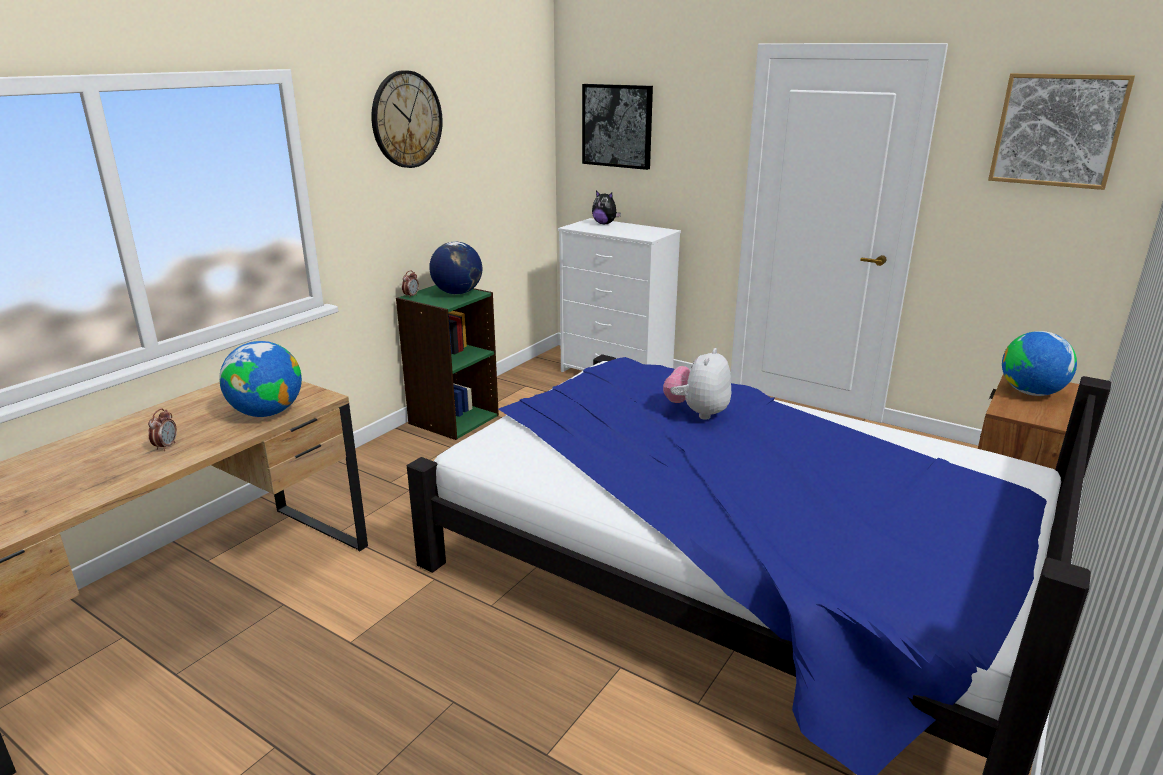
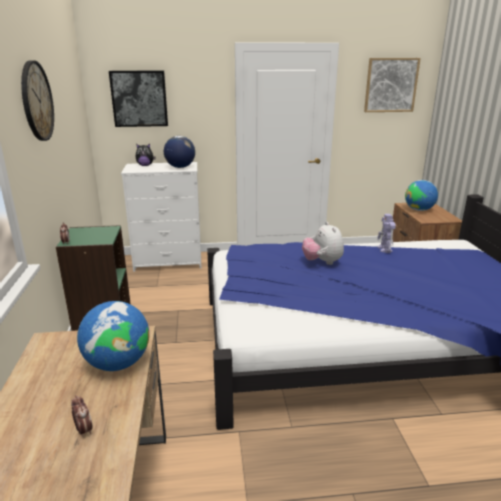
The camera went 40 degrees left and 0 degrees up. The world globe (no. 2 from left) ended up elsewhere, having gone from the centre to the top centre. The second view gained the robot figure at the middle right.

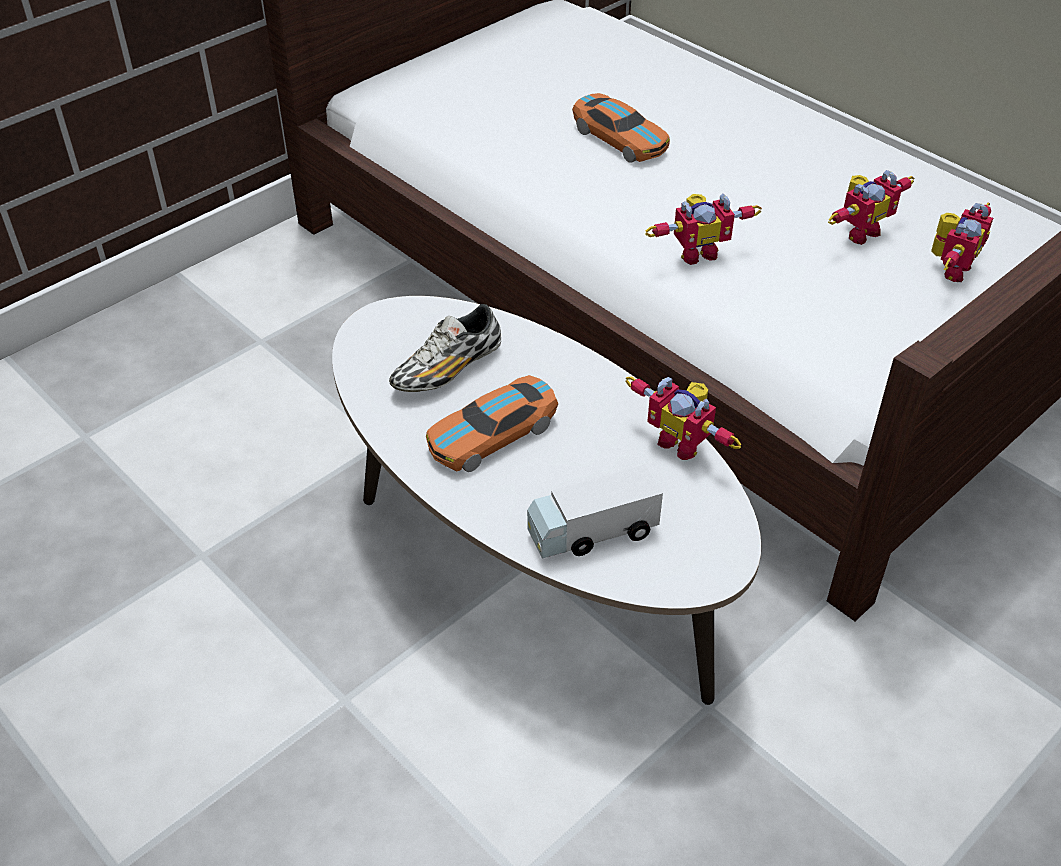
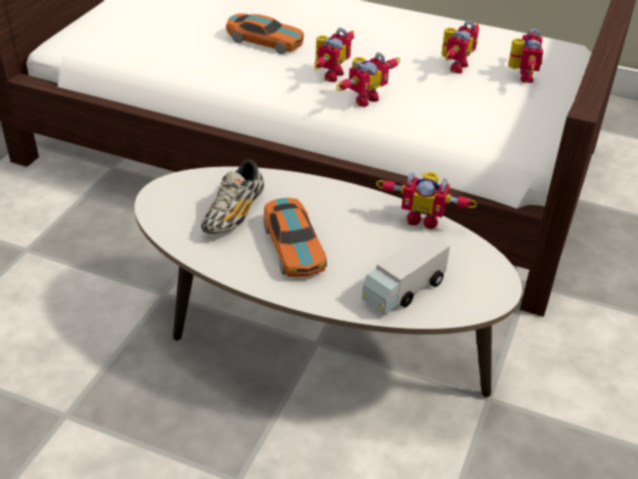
The camera went 25 degrees left and 5 degrees down. The miniature car (no. 1 from left in the first image) at the centre ended up facing another way, 45 degrees counterclockwise from before. The second view gained the robot figure (no. 1 from left) at the top centre.

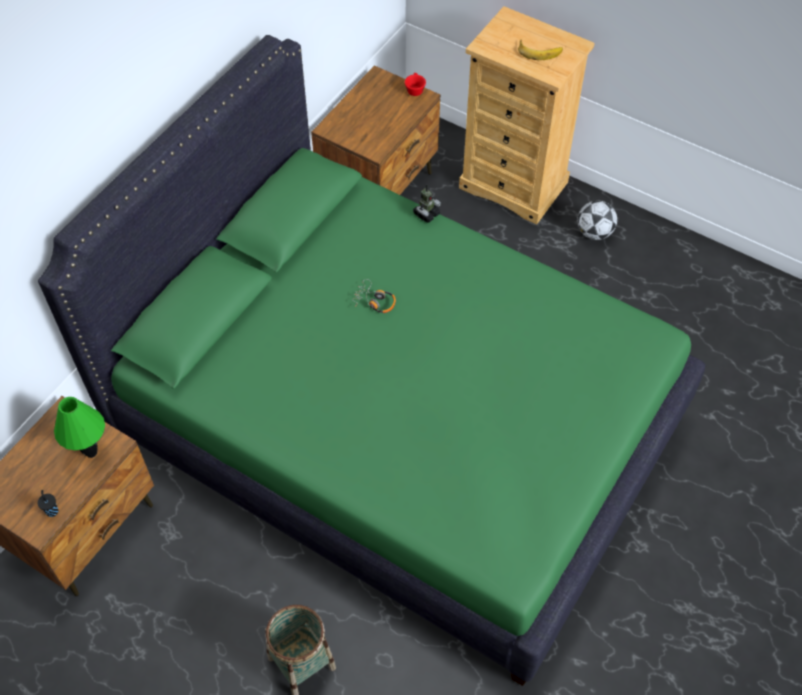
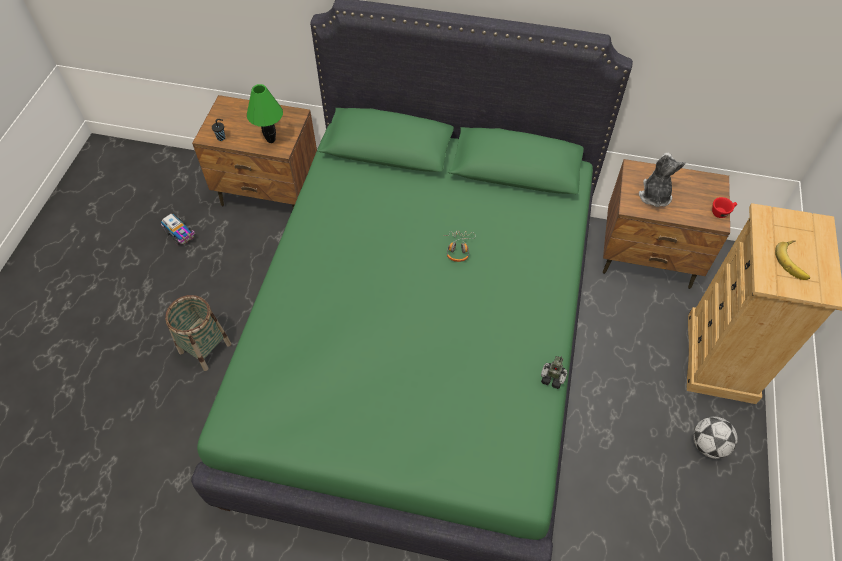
The camera went 70 degrees right and 0 degrees up. The robot figure ended up elsewhere, having gone from the top centre to the centre. The second view gained the soft toy at the top right. The second view gained the toy lorry at the middle left.

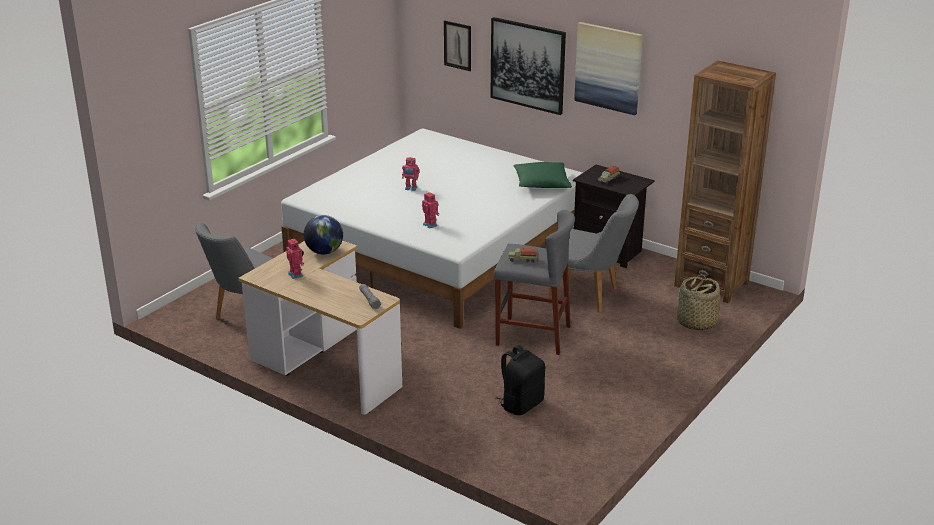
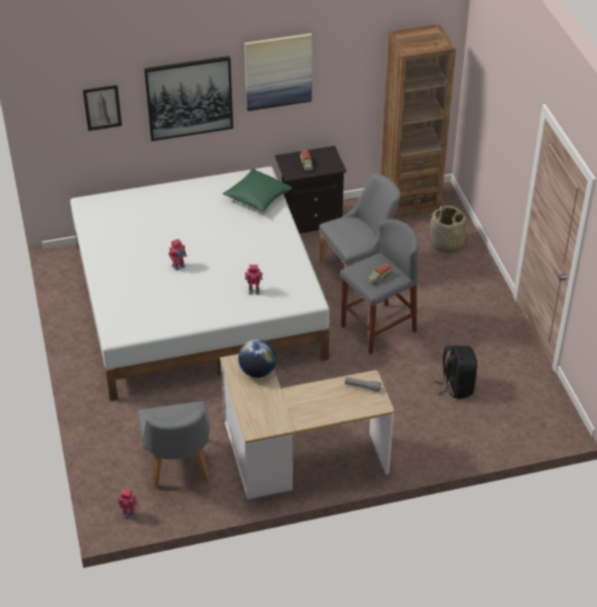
The camera went 50 degrees left and 15 degrees up. The robot figure (no. 1 from left) ended up elsewhere, having gone from the middle left to the bottom left.

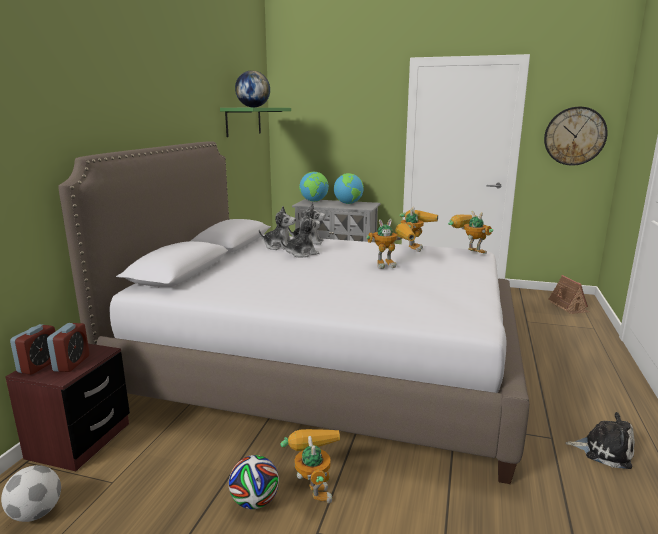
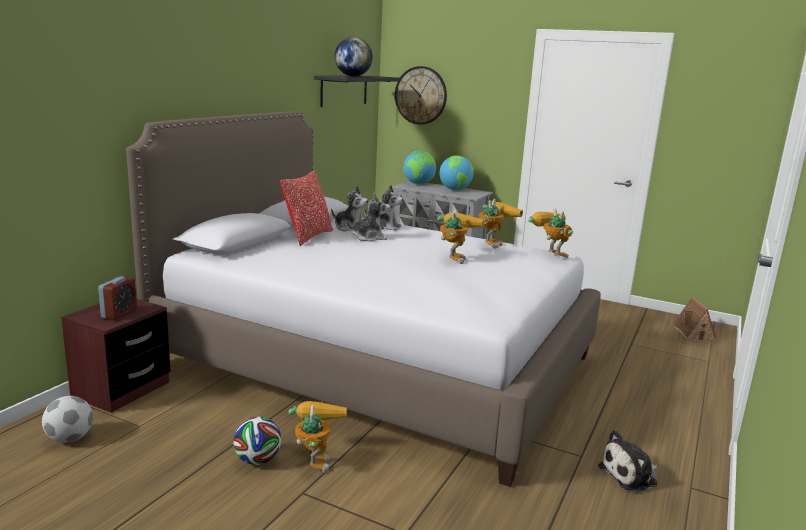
The camera went 10 degrees right and 0 degrees up. The clock on the wall ended up elsewhere, having gone from the top right to the top centre. What was the green wall shelf at the top centre turned into the blackish wall shelf at the top centre. The robot figure (no. 2 from left) at the centre ended up facing another way, 75 degrees counterclockwise from before. The second view lost the alarm clock (no. 1 from left) at the middle left. The soft toy (no. 4 from left) at the bottom right ended up facing another way, 120 degrees clockwise from before. The second view gained the pillow at the centre.

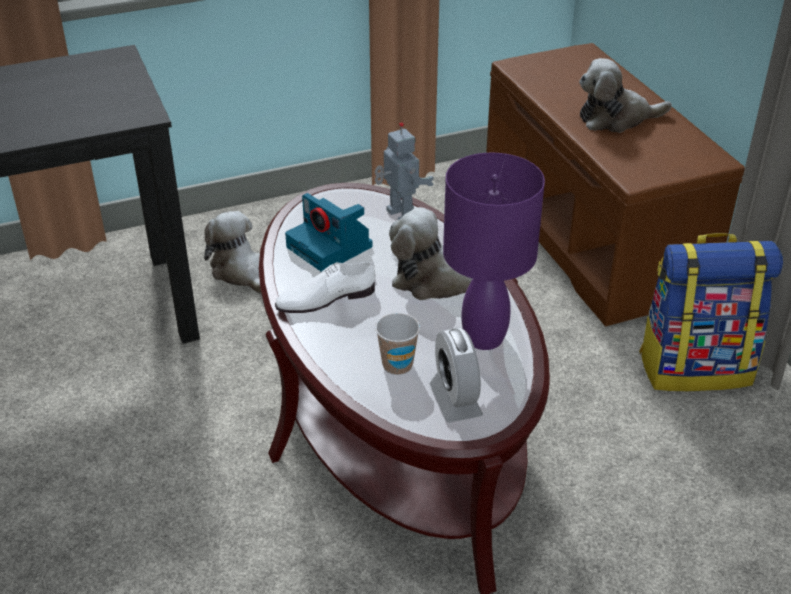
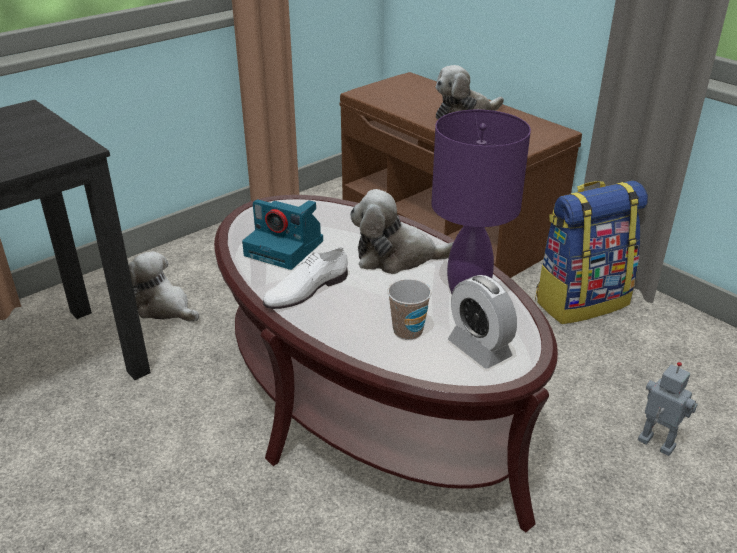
The camera went 20 degrees left and 5 degrees down. The robot figure ended up elsewhere, having gone from the top centre to the bottom right.

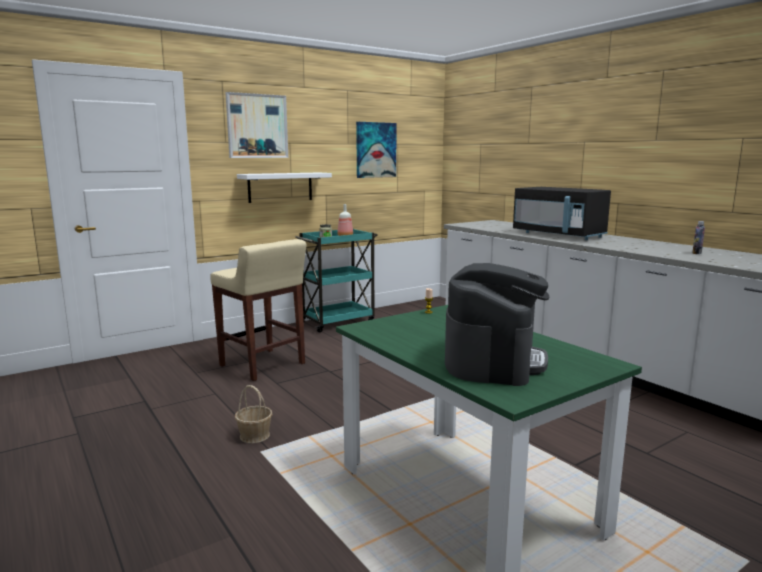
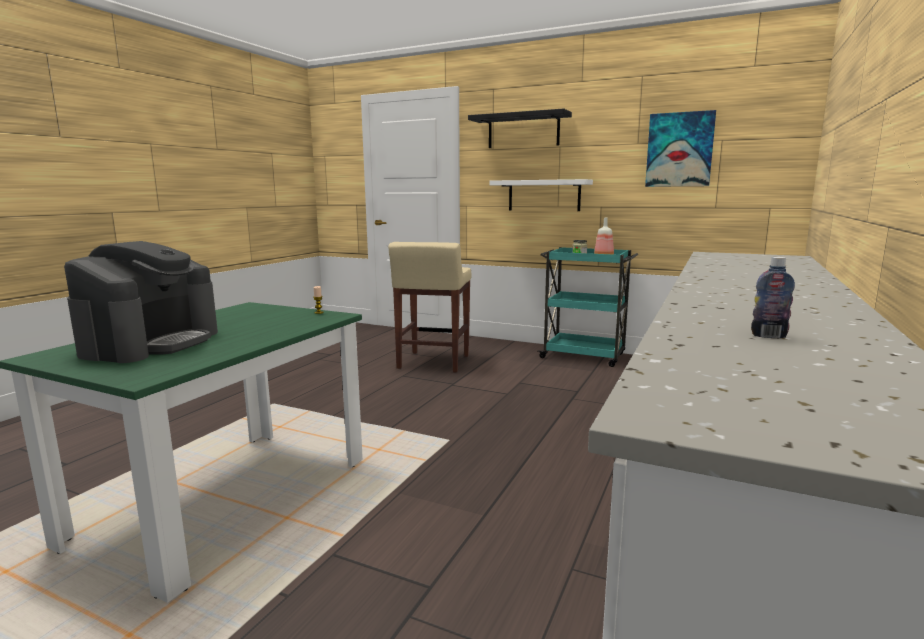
The camera went 60 degrees right and 0 degrees up. Where the wall art (no. 1 from left) hung at the top centre, the blackish wall shelf came to hang at the top centre. The second view lost the blackish microwave oven at the middle right. The coffee maker at the centre ended up facing another way, 60 degrees counterclockwise from before. The second view lost the household basket at the bottom left.

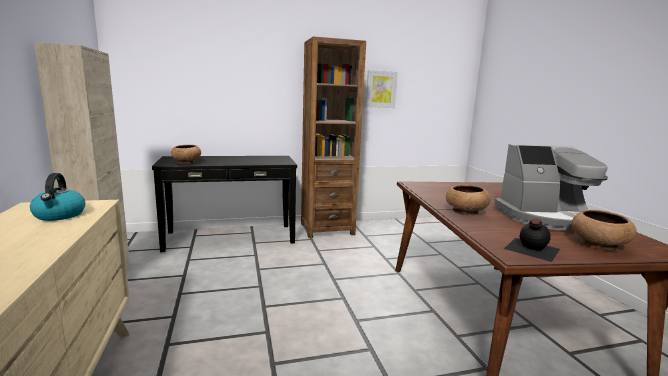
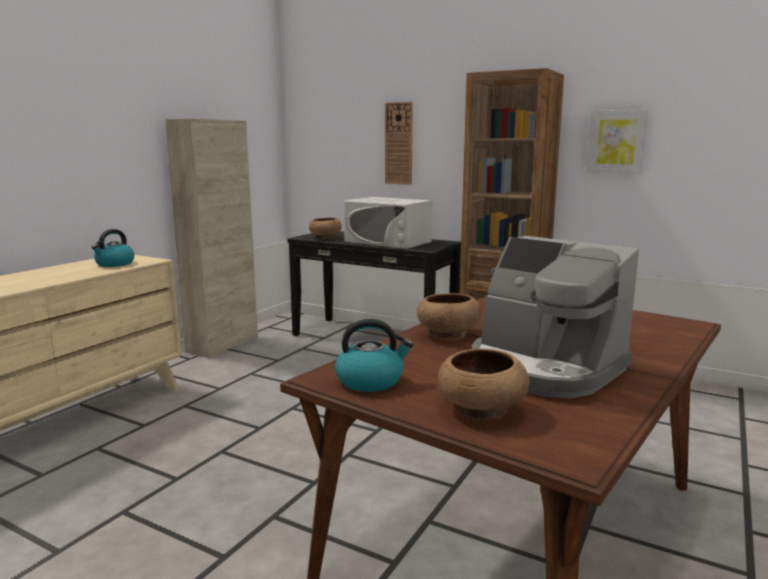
The camera went 45 degrees right and 0 degrees up. Where the blackish bottle stood at the middle right, the tea kettle (no. 2 from left) came to stand at the centre. The second view gained the clock on the wall at the top centre. The second view gained the white-coloured microwave oven at the centre.

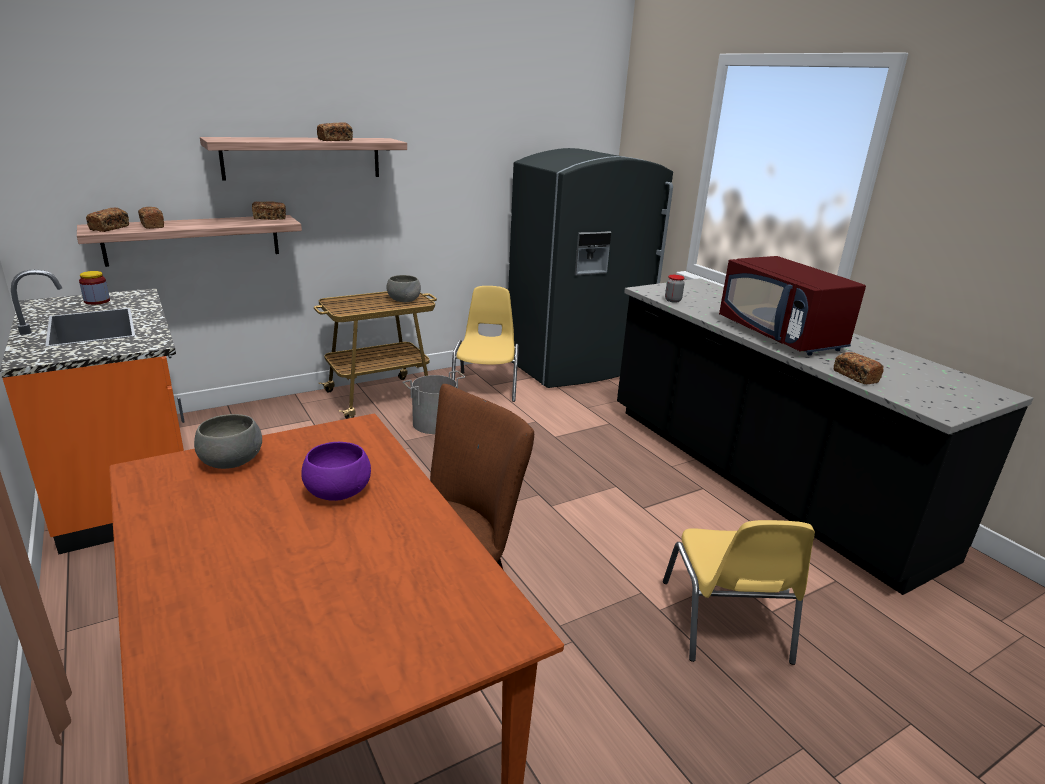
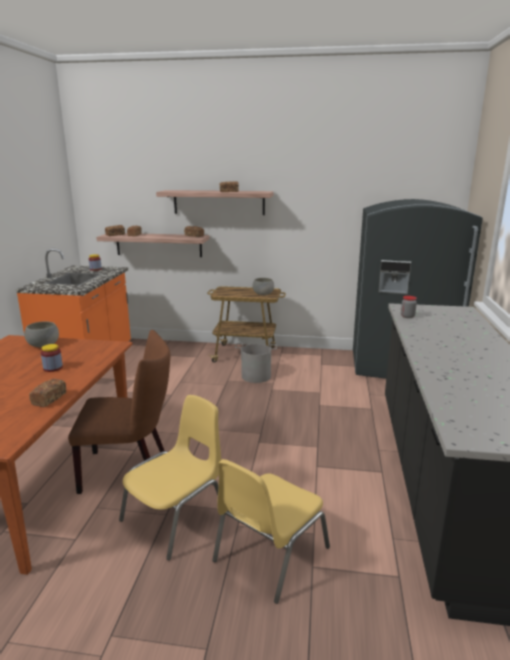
The camera went 40 degrees right and 5 degrees down. The second view lost the reddish microwave oven at the middle right. The yellow-coloured upright chair (no. 1 from left) ended up elsewhere, having gone from the centre to the bottom centre. The baked bread (no. 5 from left in the first image) ended up elsewhere, having gone from the middle right to the middle left. Where the purple bowl stood at the middle left, the jar (no. 1 from left) came to stand at the middle left.

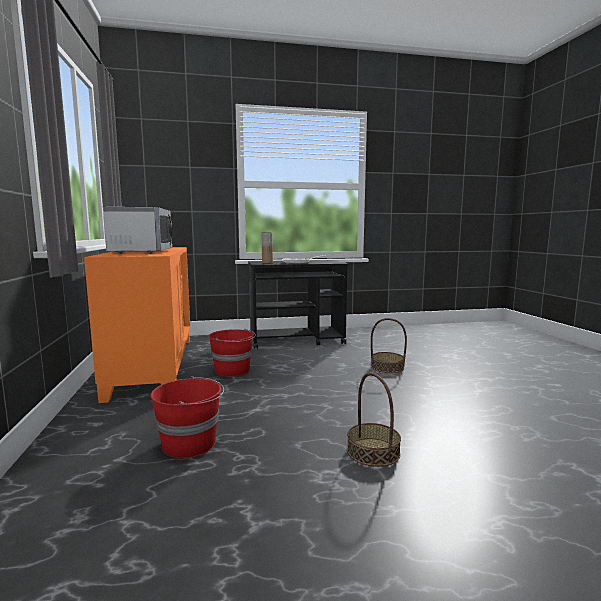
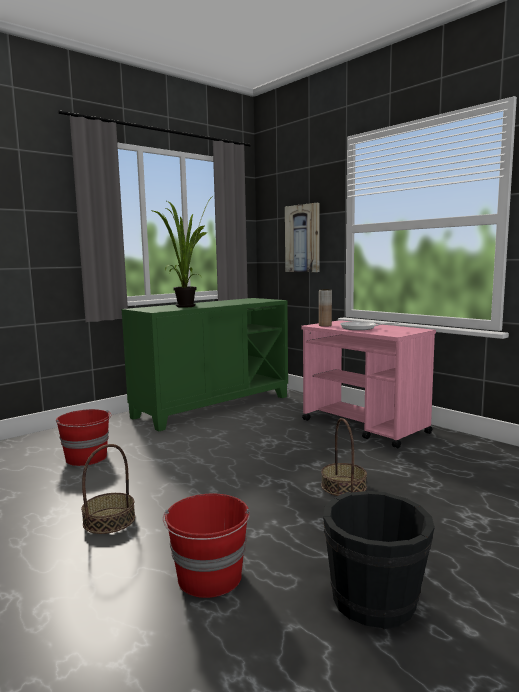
The camera went 60 degrees right and 0 degrees up. Where the microwave oven stood at the middle left, the potted plant came to stand at the centre. What was the orange cabinet at the middle left turned into the green cabinet at the centre. What was the blackish cart at the centre turned into the pink-coloured cart at the middle right. The reddish pail (no. 2 from left) ended up elsewhere, having gone from the centre to the bottom centre. The second view gained the wall art at the centre. The second view gained the blackish pail at the bottom right.

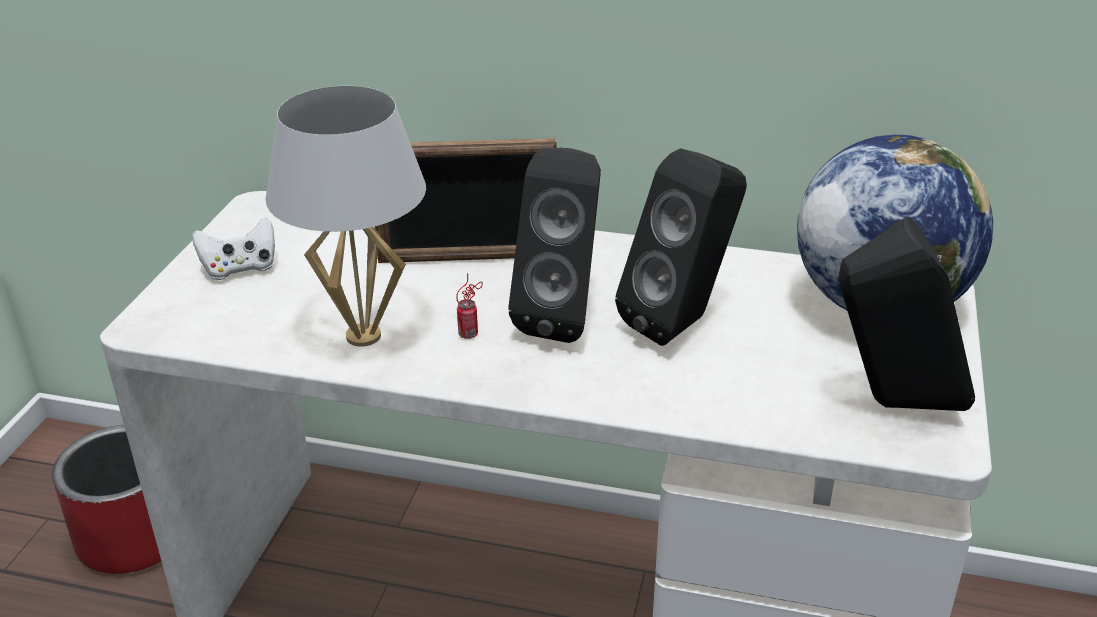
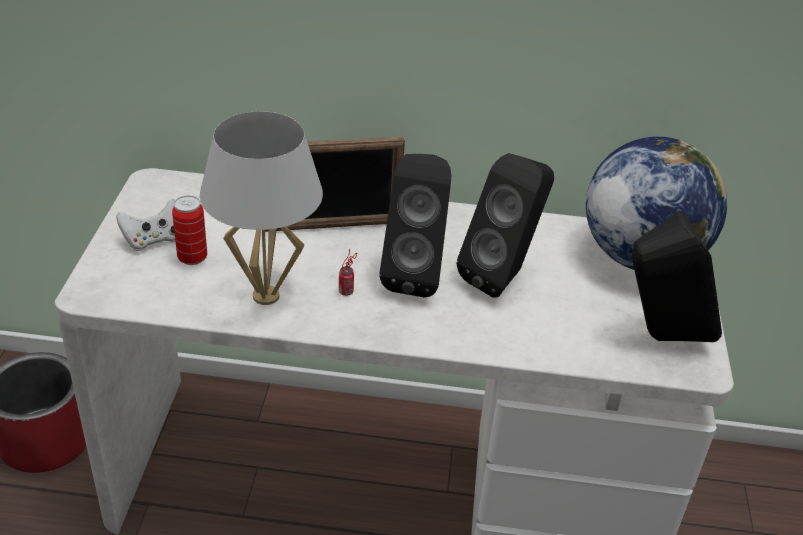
The camera went 10 degrees left and 5 degrees up. The second view gained the metal can (no. 1 from left) at the middle left.

